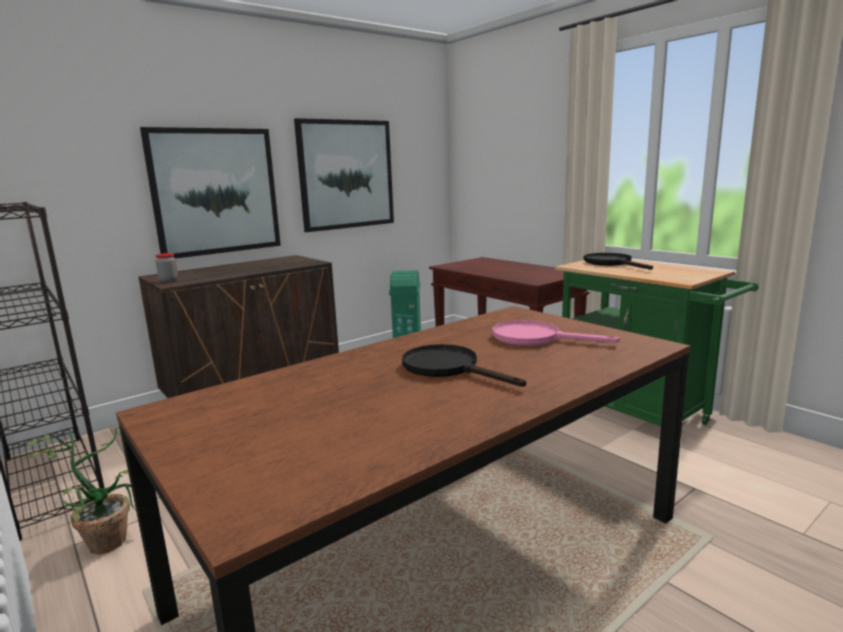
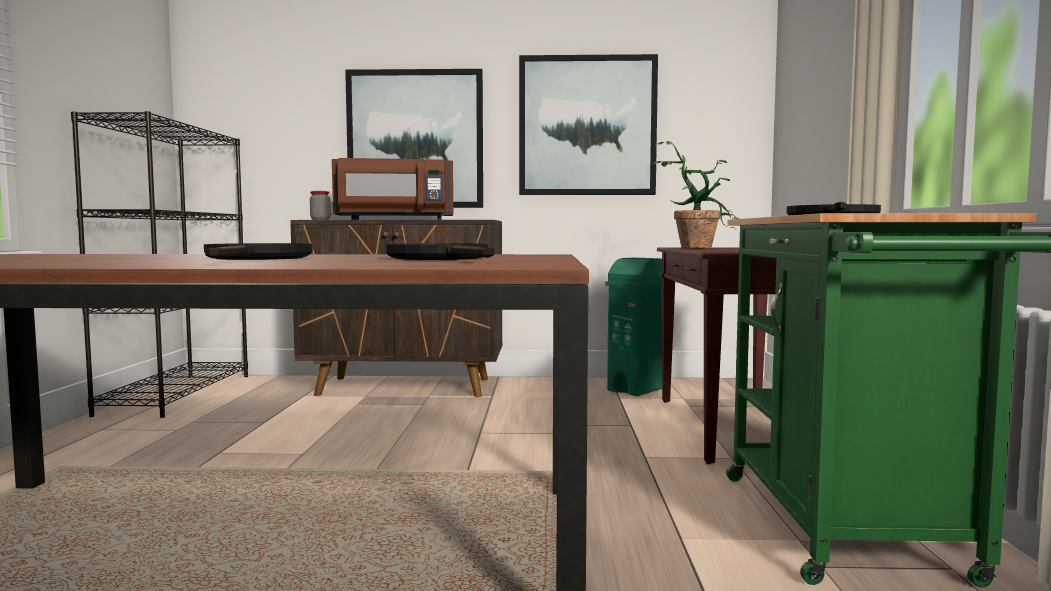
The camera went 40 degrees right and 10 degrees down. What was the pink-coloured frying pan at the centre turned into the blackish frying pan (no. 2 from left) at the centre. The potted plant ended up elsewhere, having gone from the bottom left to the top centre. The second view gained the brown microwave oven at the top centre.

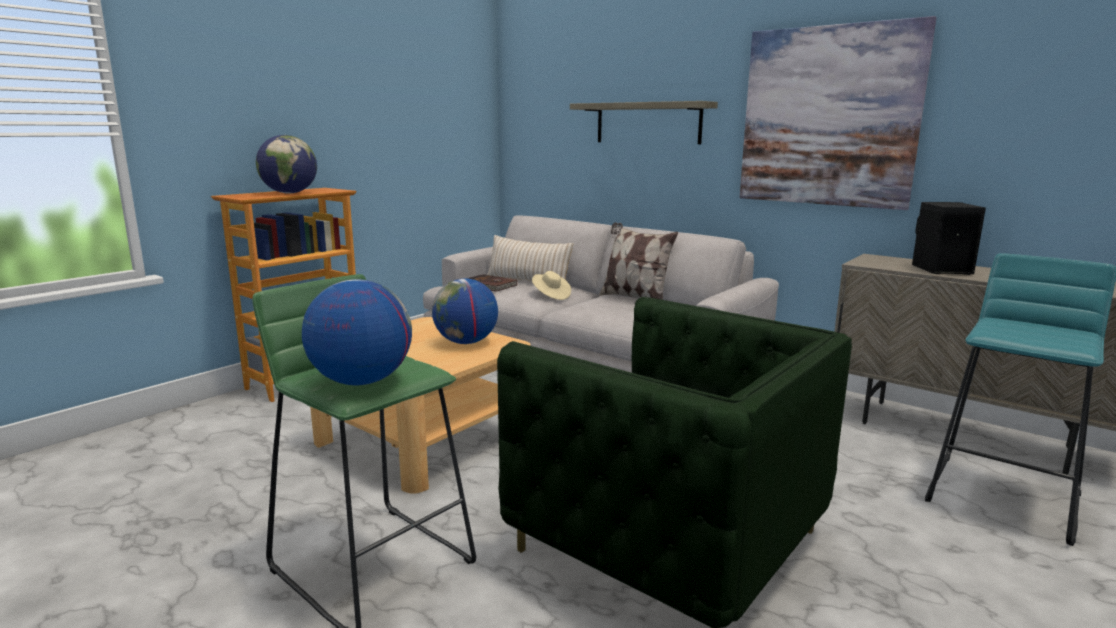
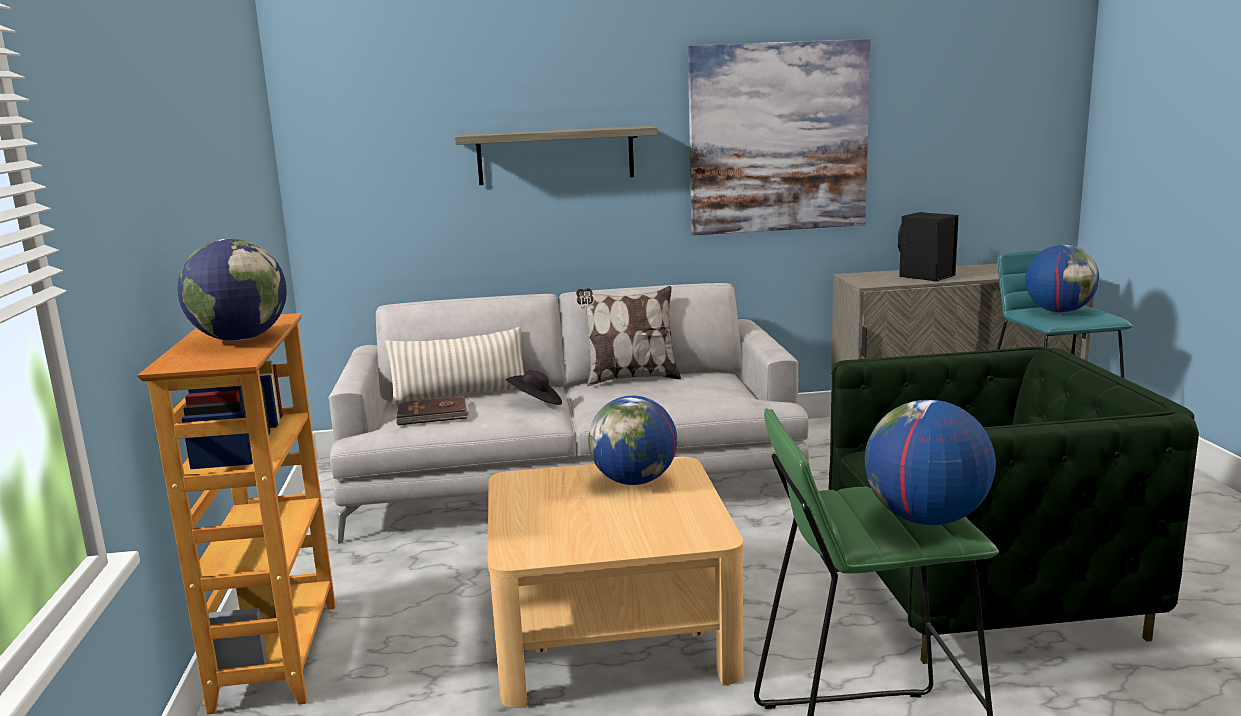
The camera went 45 degrees left and 0 degrees up. What was the sand-coloured clothing hat at the centre turned into the blackish clothing hat at the centre. The second view gained the world globe (no. 4 from left) at the middle right.

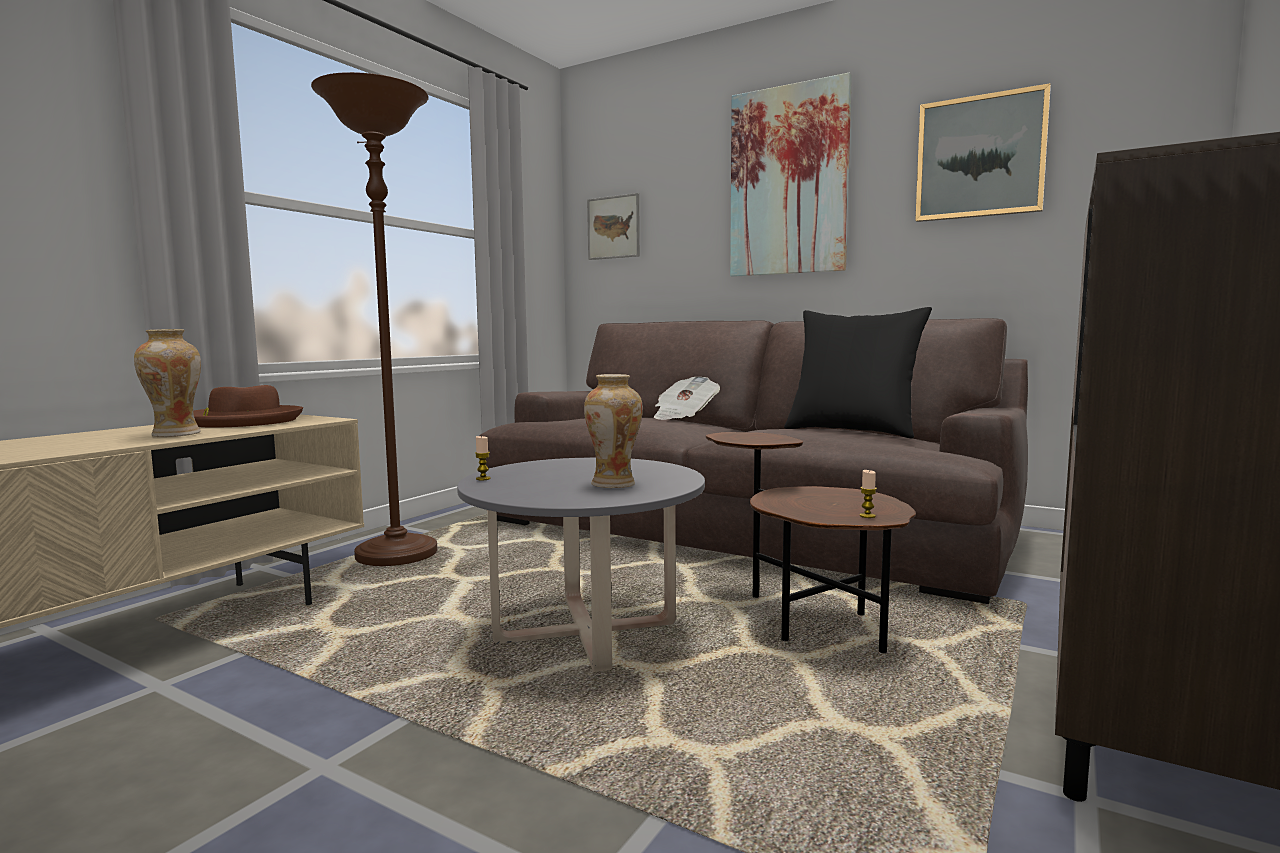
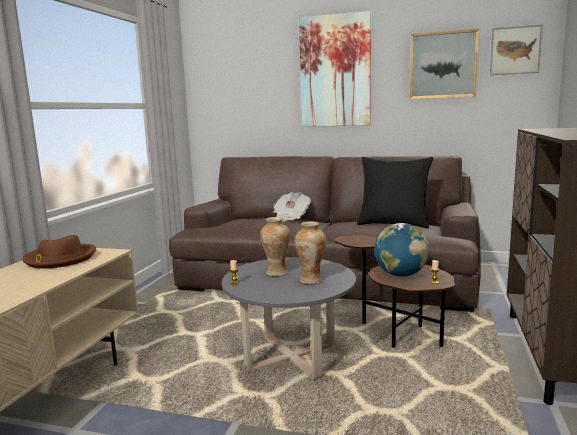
The camera went 15 degrees left and 5 degrees up. The second view lost the brown standing lamp at the middle left. The wall art (no. 1 from left in the first image) ended up elsewhere, having gone from the top centre to the top right. The flower vase (no. 1 from left) ended up elsewhere, having gone from the middle left to the centre. The second view gained the world globe at the middle right.

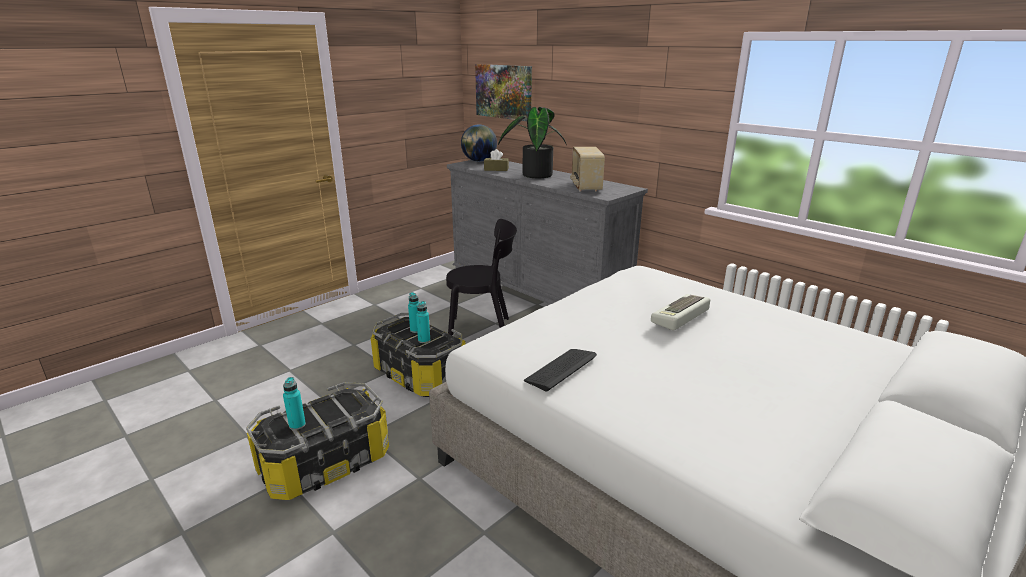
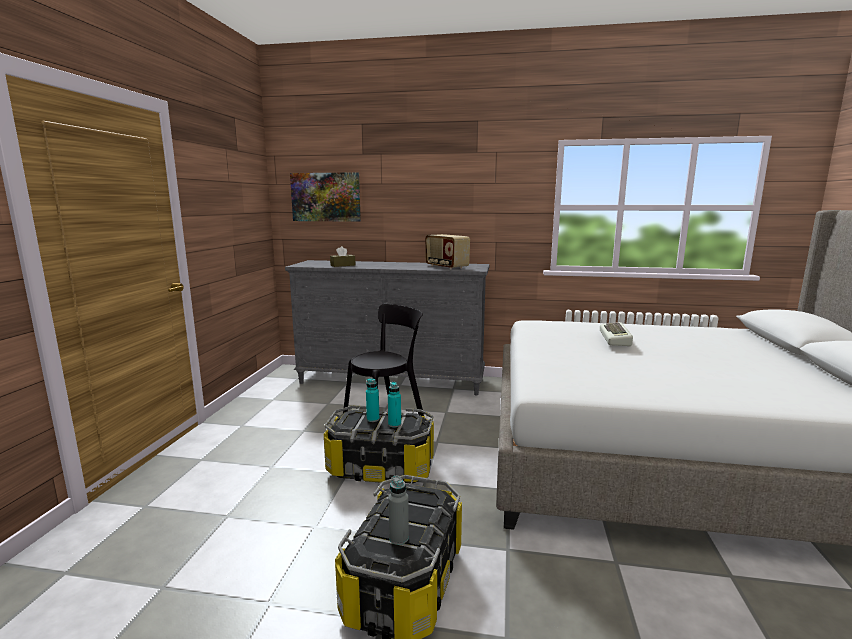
The camera went 35 degrees left and 10 degrees down. The second view lost the potted plant at the top centre. The second view lost the world globe at the top centre. The second view lost the keyboard (no. 1 from left) at the centre. What was the turquoise-coloured bottle (no. 1 from left) at the bottom left turned into the greyish bottle at the bottom centre.

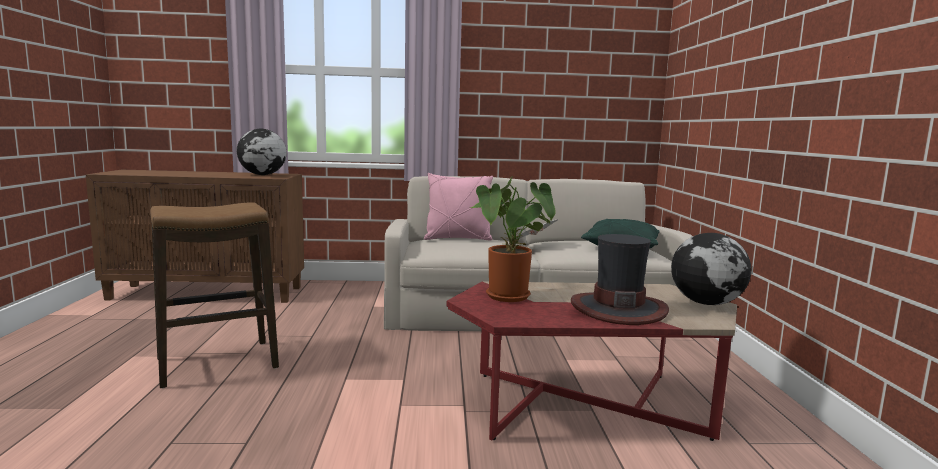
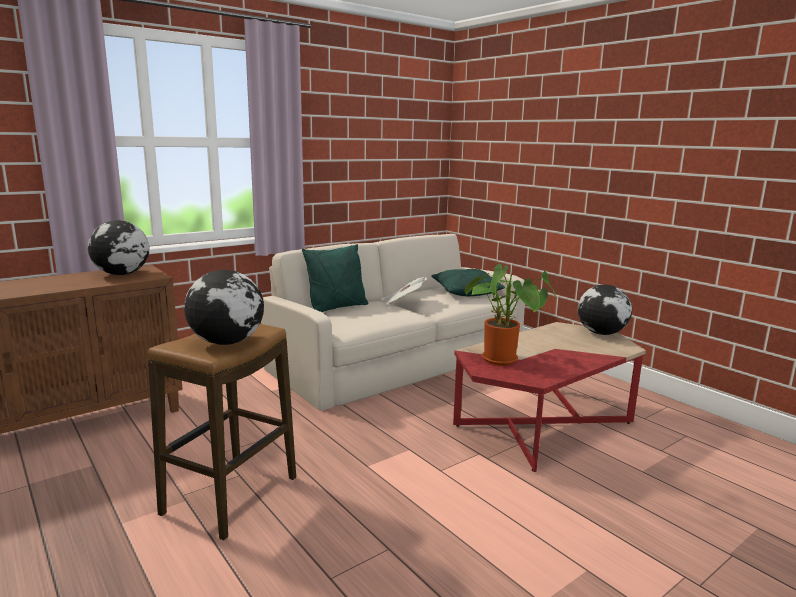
The camera went 35 degrees left and 5 degrees up. What was the pink-coloured pillow at the centre turned into the green pillow (no. 1 from left) at the centre. The second view lost the clothing hat at the centre. The second view gained the world globe (no. 2 from left) at the middle left.

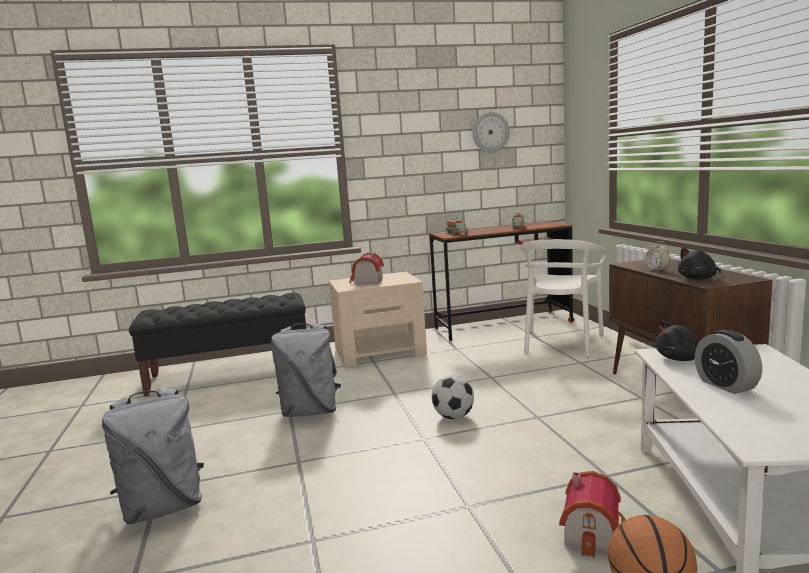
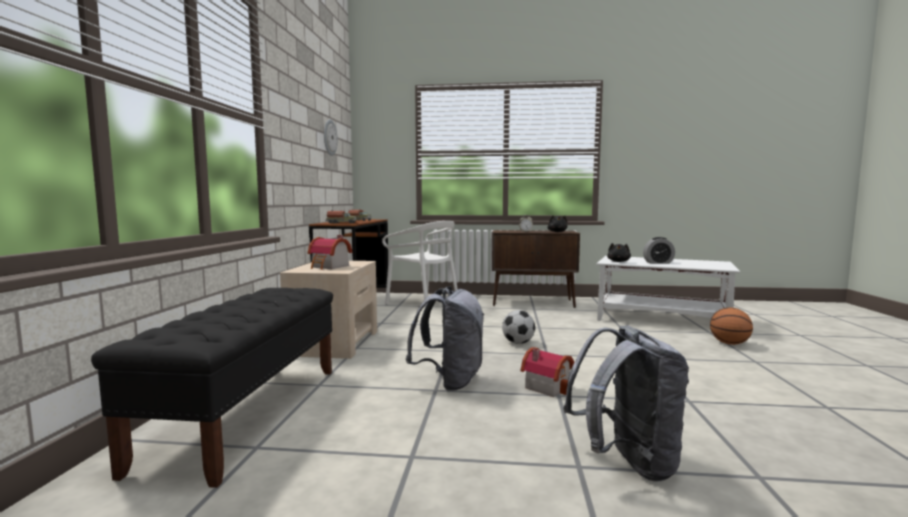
The camera went 70 degrees left and 5 degrees down. The miniature house (no. 2 from left) ended up elsewhere, having gone from the bottom right to the bottom centre.

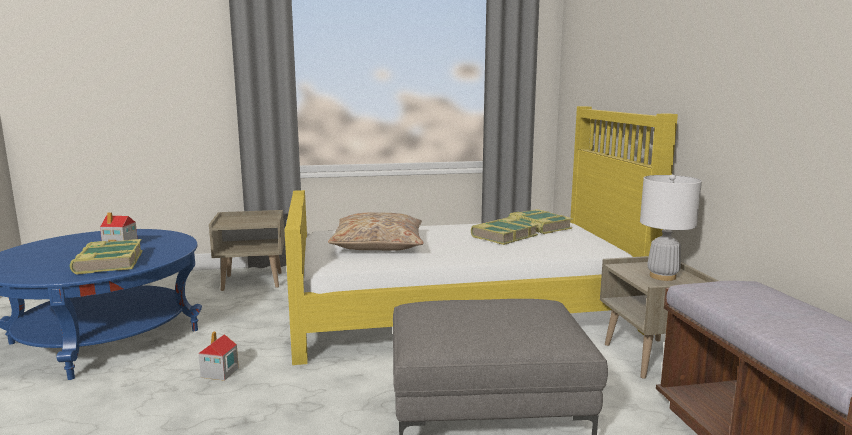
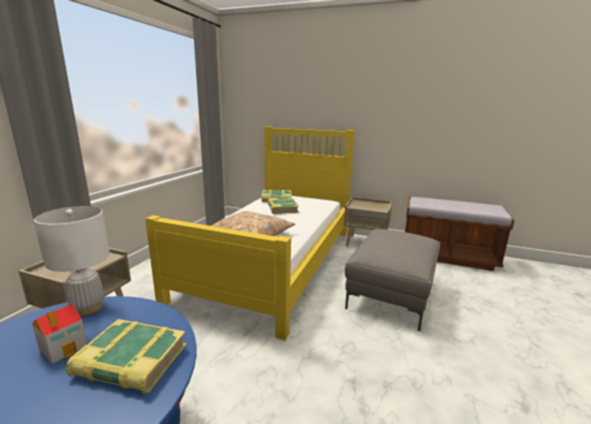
The camera went 60 degrees left and 5 degrees up. The white-coloured lamp for a table ended up elsewhere, having gone from the middle right to the middle left. The second view lost the miniature house (no. 2 from left) at the bottom left.

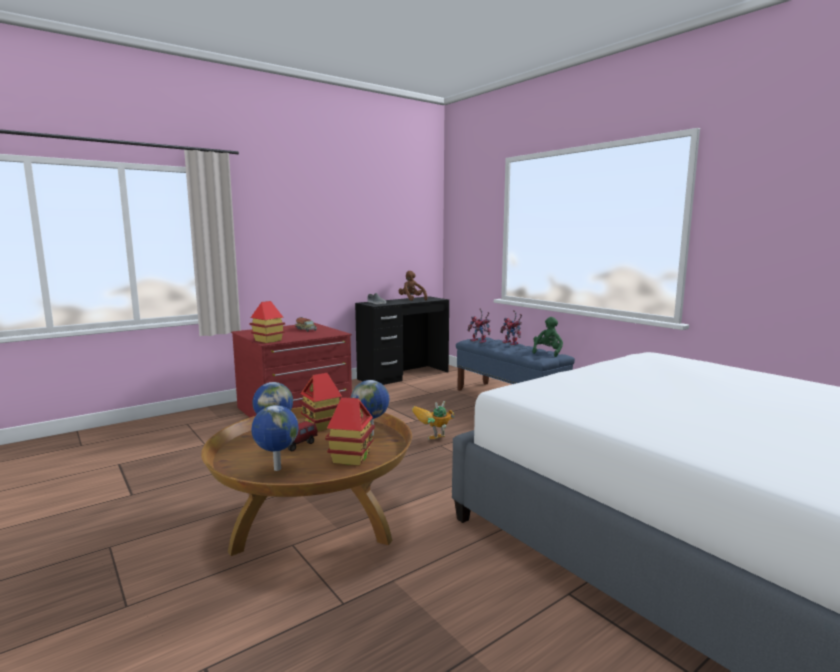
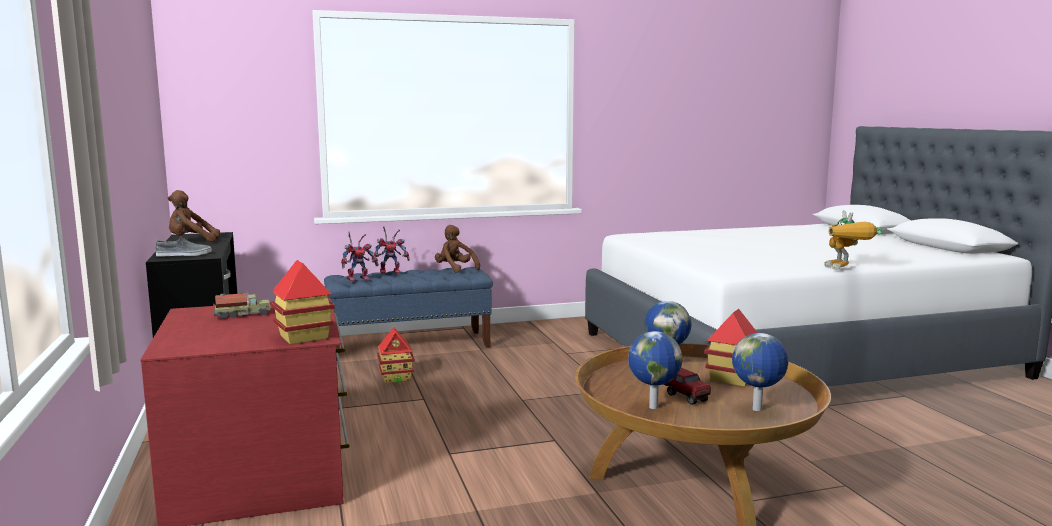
The camera went 70 degrees left and 0 degrees up. What was the green soft toy at the centre turned into the brown soft toy (no. 2 from left) at the centre. The miniature house (no. 2 from left) ended up elsewhere, having gone from the centre to the bottom centre. The robot figure (no. 1 from left in the first image) ended up elsewhere, having gone from the centre to the middle right.

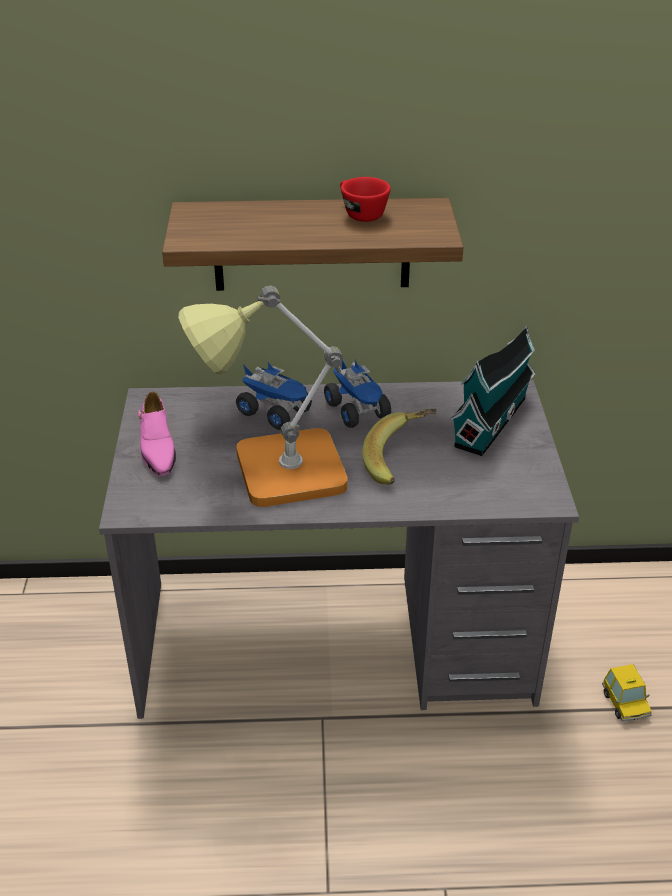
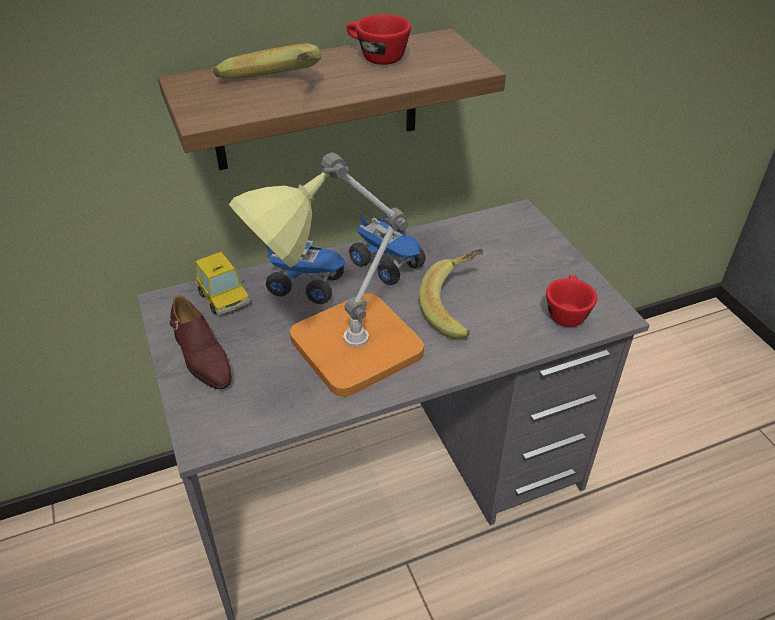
The camera went 20 degrees left and 5 degrees up. The second view lost the miniature house at the middle right. What was the pink-coloured shoe at the middle left turned into the brown shoe at the middle left. The miniature car ended up elsewhere, having gone from the bottom right to the middle left. The second view gained the banana fruit (no. 1 from left) at the top centre. The second view gained the reddish cup (no. 2 from left) at the middle right.

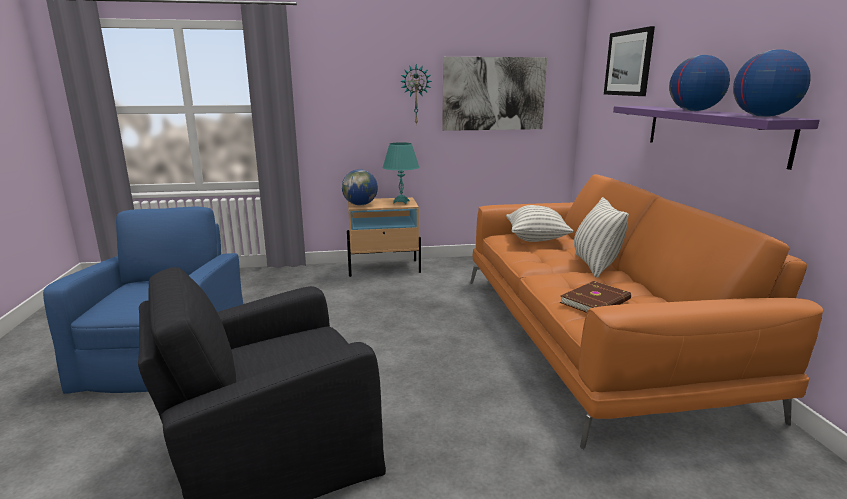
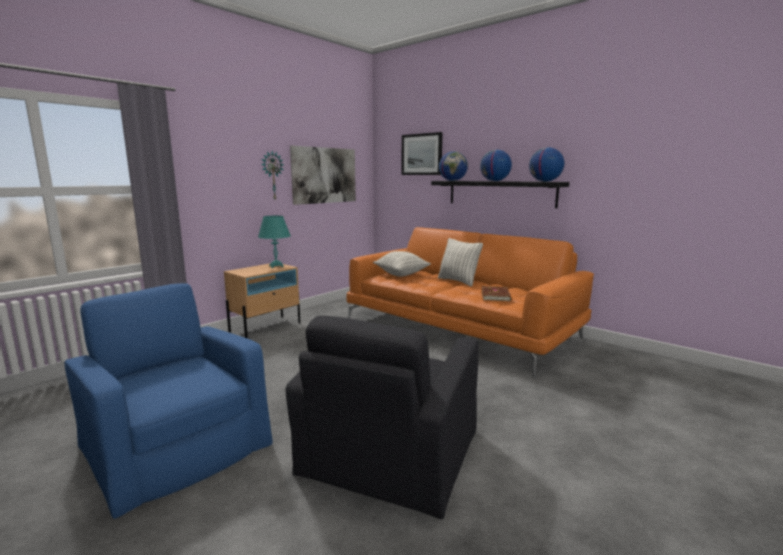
The camera went 40 degrees left and 5 degrees down. What was the purple wall shelf at the top right turned into the blackish wall shelf at the centre. The world globe (no. 1 from left) ended up elsewhere, having gone from the centre to the top centre.

